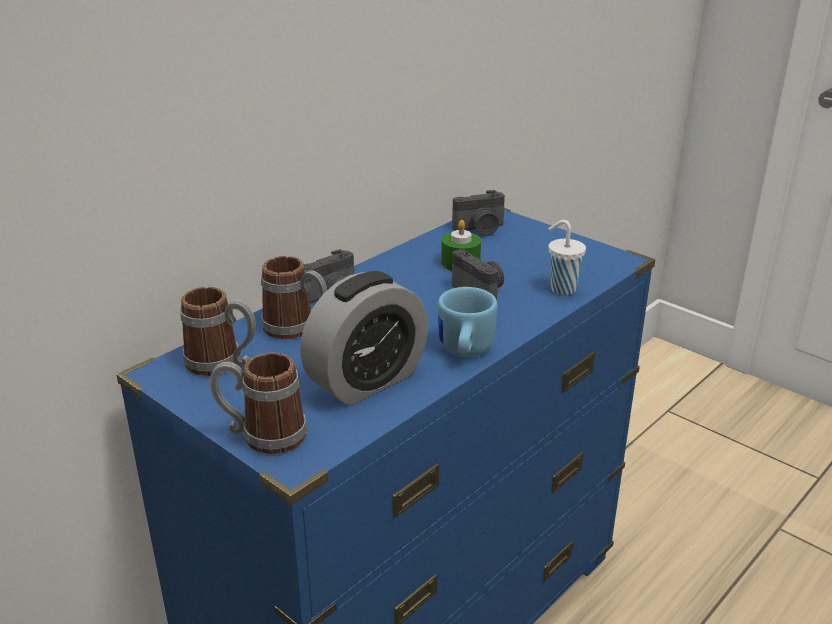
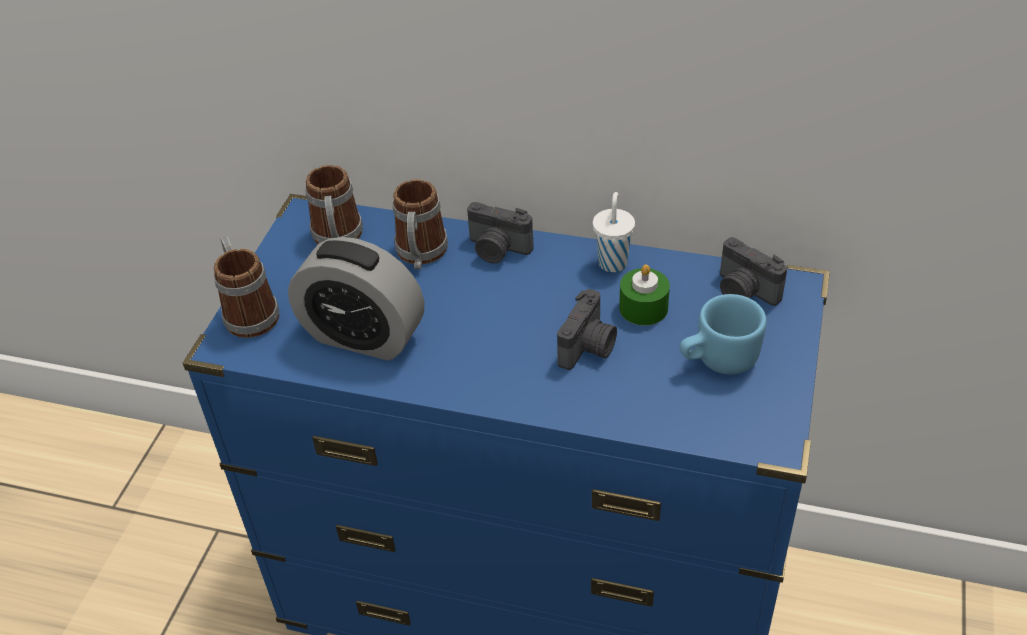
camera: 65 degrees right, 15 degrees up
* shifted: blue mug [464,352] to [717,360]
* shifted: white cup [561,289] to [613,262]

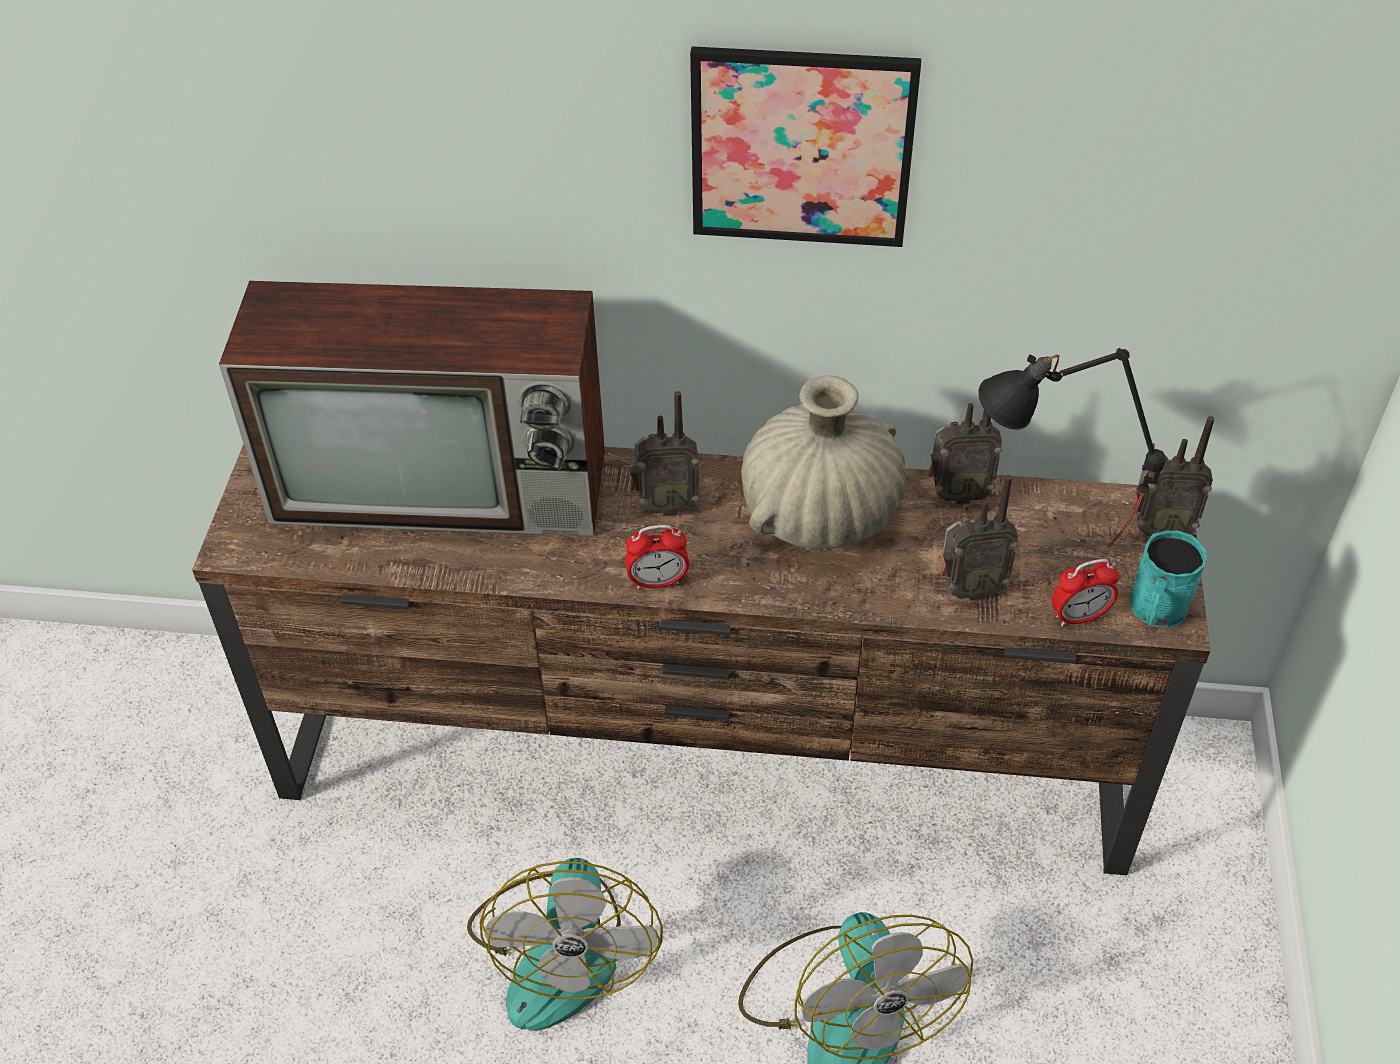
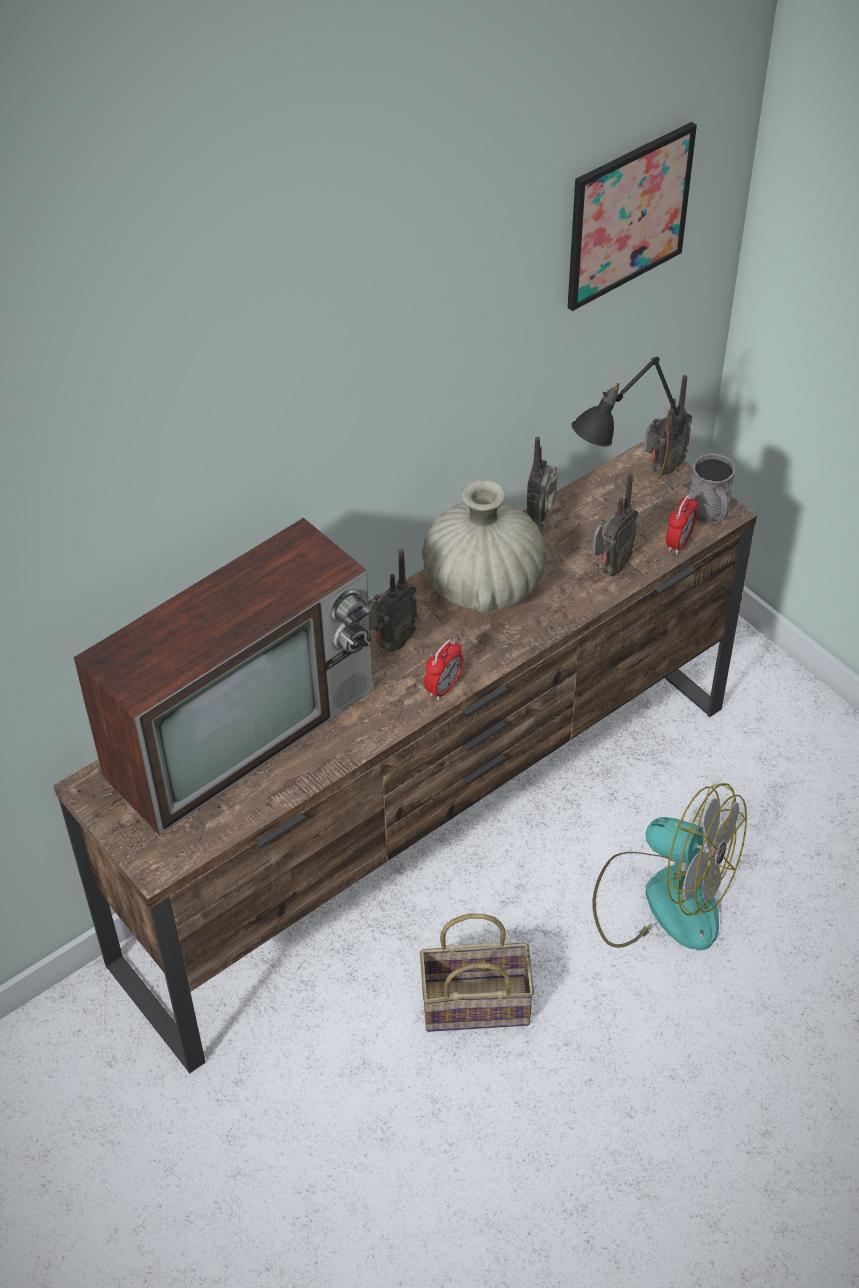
camera: 45 degrees left, 0 degrees up
* swapped: fan [563,950] to basket [478,1002]
* shifted: picture [801,147] to [628,216]
* rotated: radio [957,493] = [541,521] 150 degrees clockwise
* repainted: turquoise mug [1156,611] to grey mug [710,513]

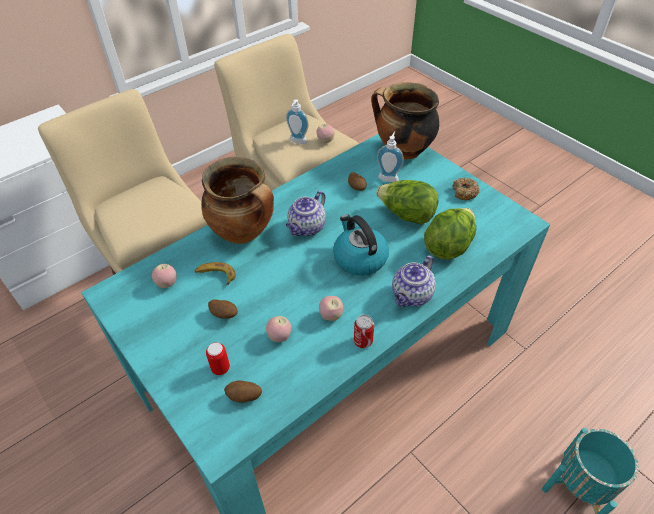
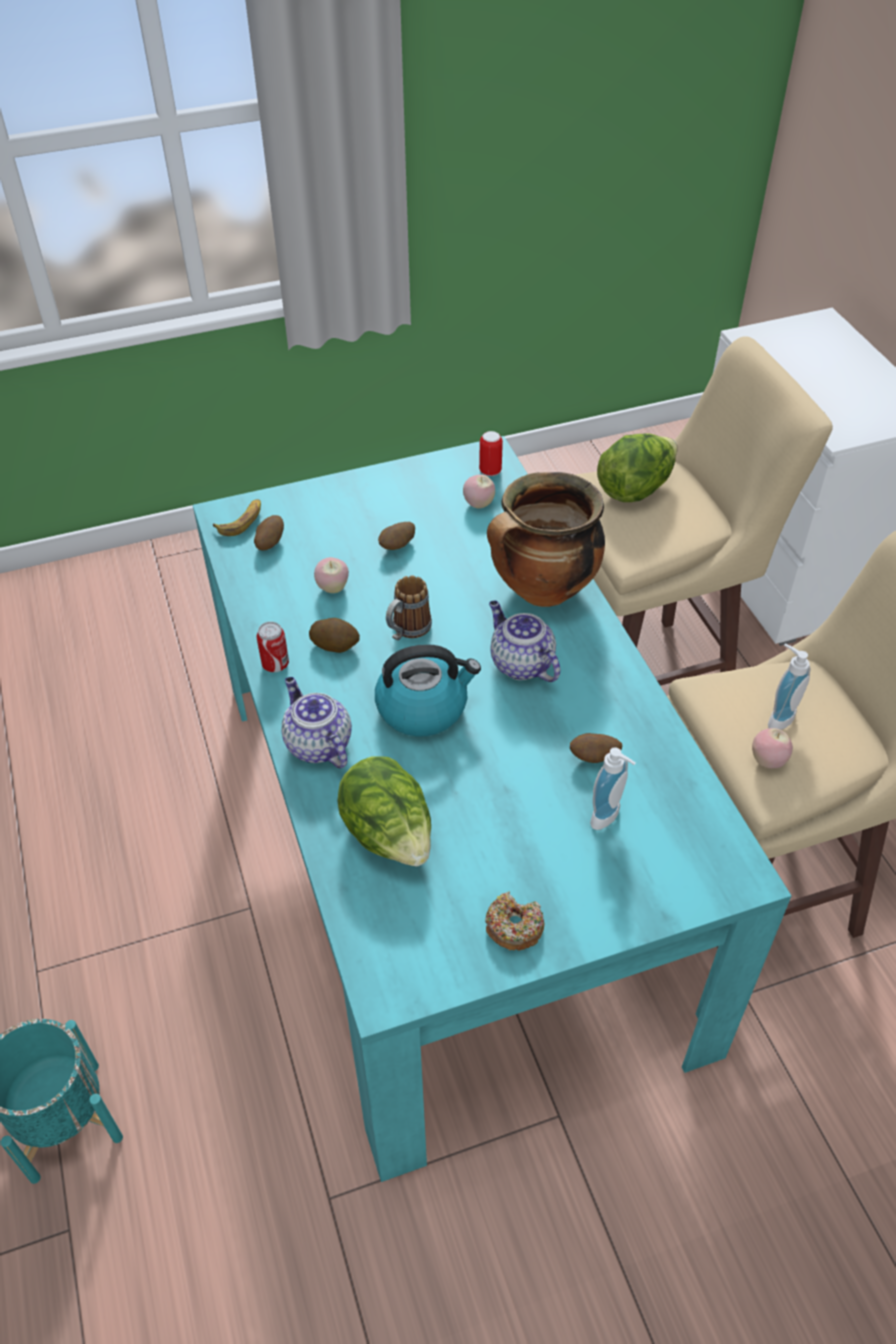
camera: 110 degrees right, 0 degrees up
* shifted: banana [216,275] to [241,521]
* shifted: can [220,368] to [490,471]
* swapped: apple [331,316] to potato [335,645]
* gone: cooking pot [402,151]
* shifted: lettuce [406,215] to [635,488]
* new: mug [407,631]

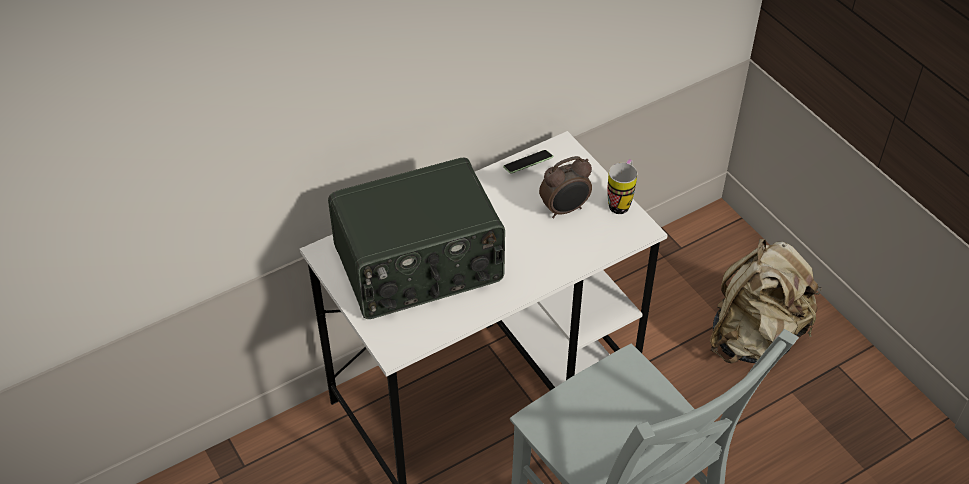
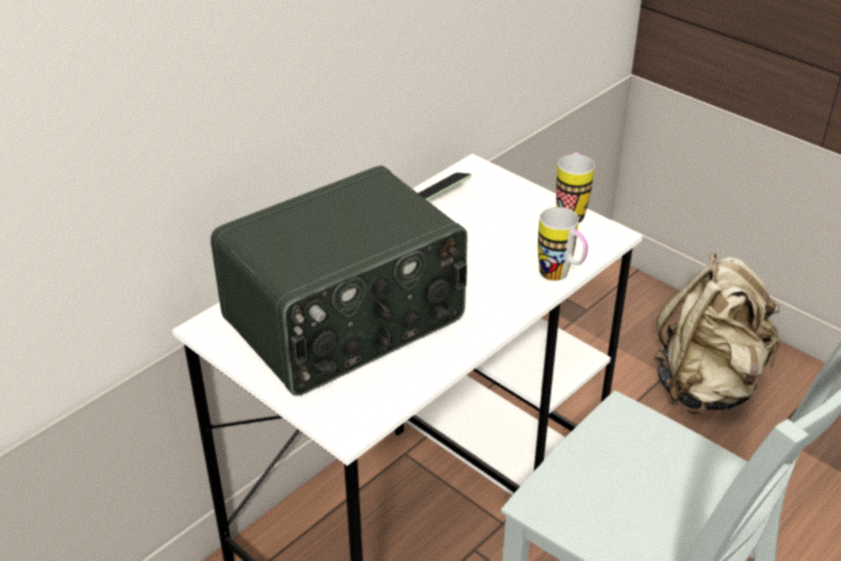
camera: 15 degrees left, 10 degrees down
* gone: alarm clock [565,209]
* new: mug [560,277]

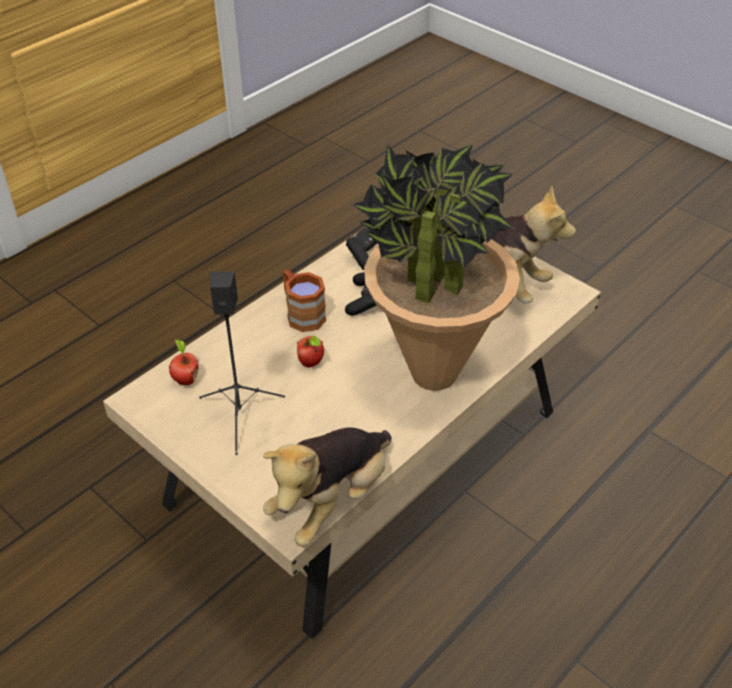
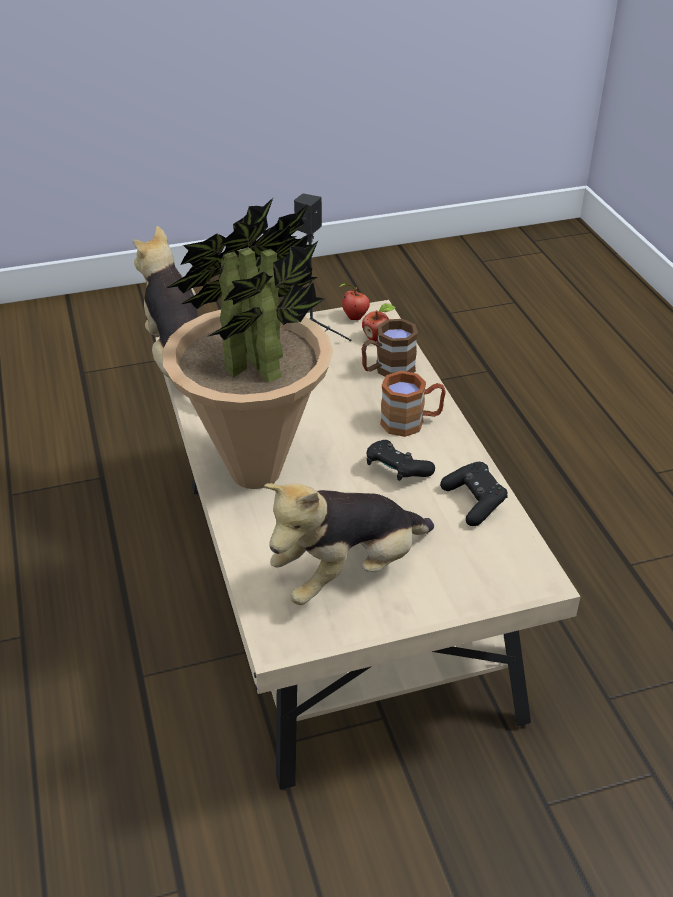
camera: 120 degrees right, 5 degrees down
* shifted: apple [312,363] to [354,318]
* new: brown mug [387,370]

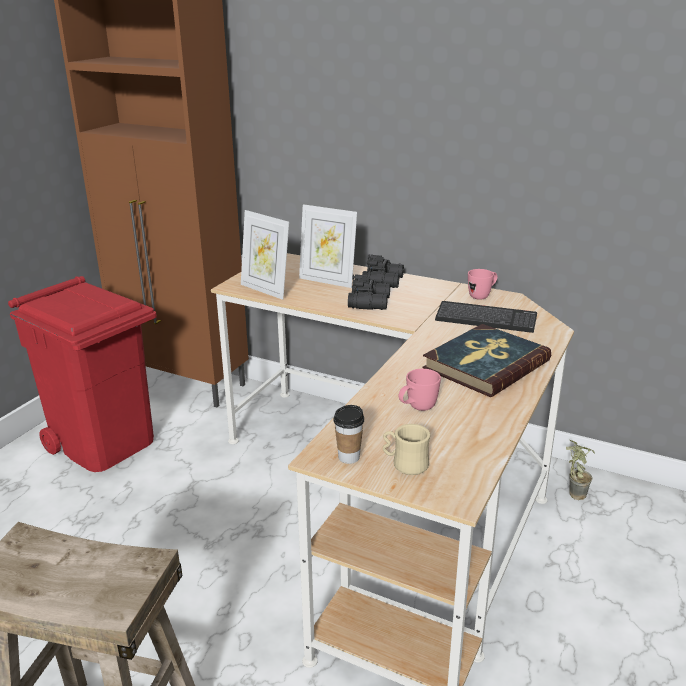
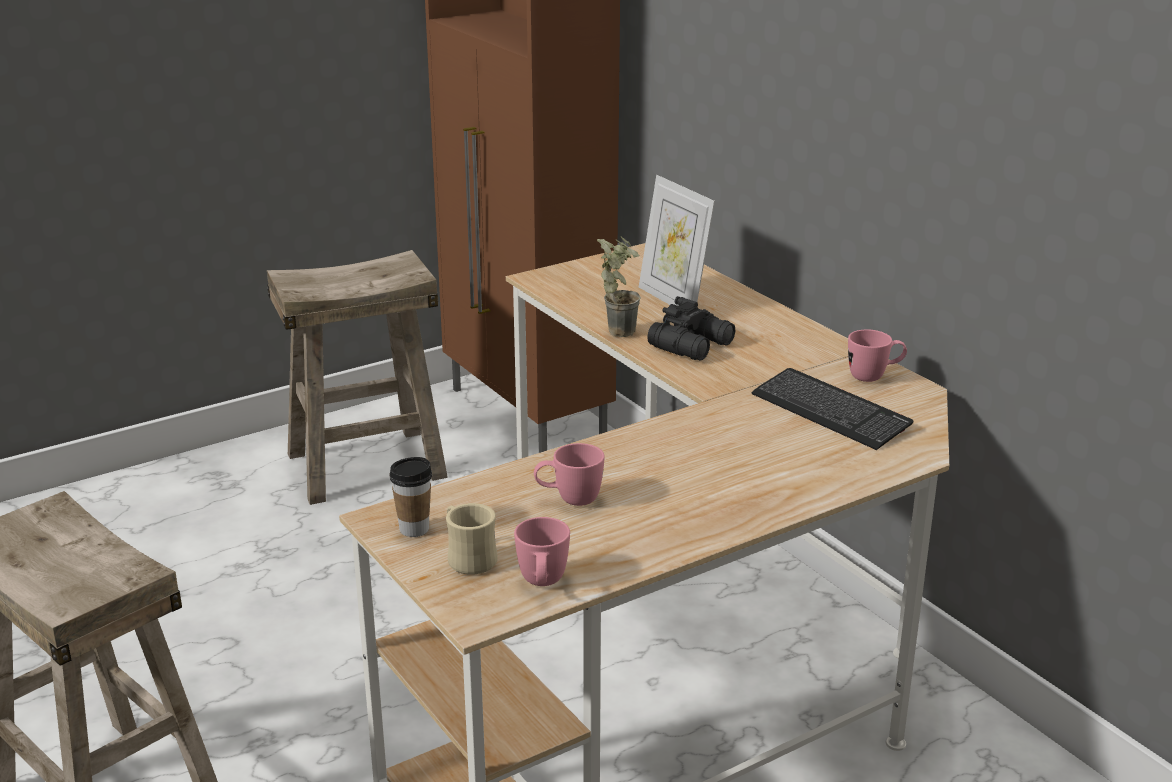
camera: 30 degrees right, 0 degrees up
* swapped: red trash can [105,443] to beige stool [366,464]
* gone: picture frame [266,290]
* gone: black binoculars [384,281]
* gone: book [485,364]
* shifted: potted plant [572,493] to [618,329]
* new: pink mug [542,585]

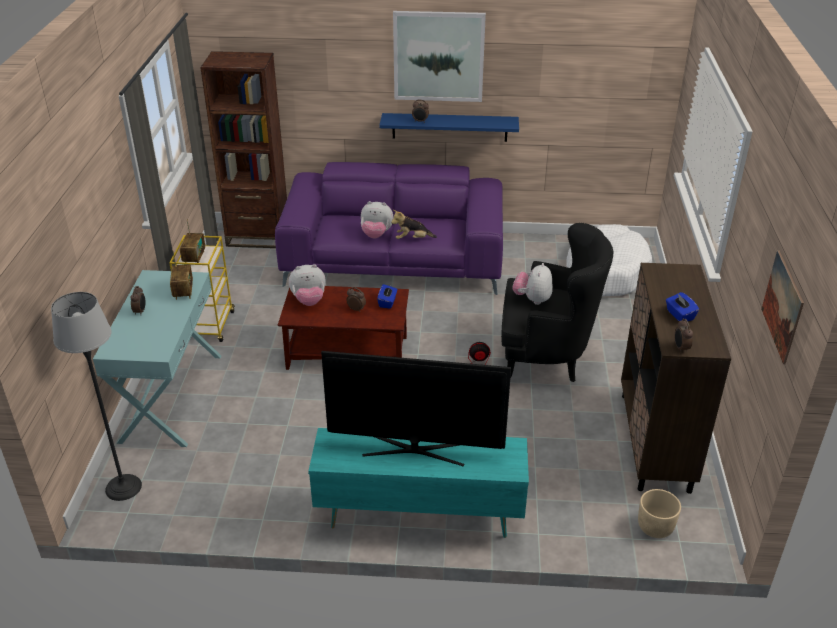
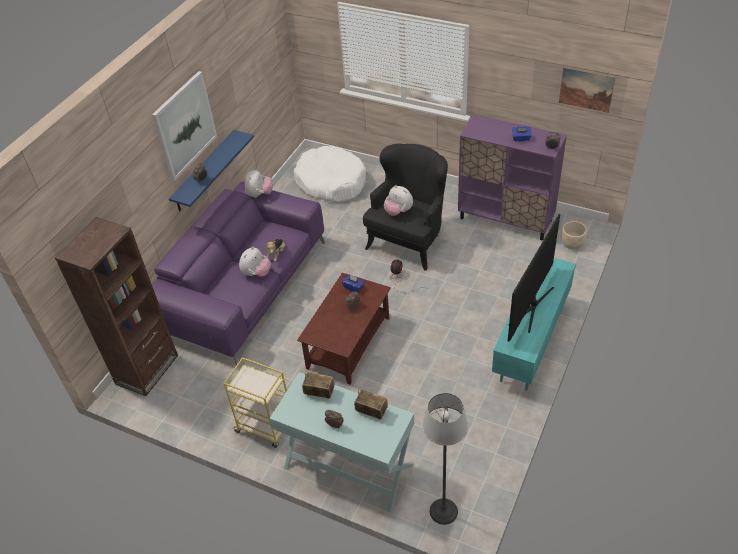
camera: 65 degrees left, 10 degrees up
* shifted: radio [194,257] to [371,411]
* shifted: plush toy [309,301] to [260,194]
* repainted: brown cabinet [655,442] to purple cabinet [506,219]

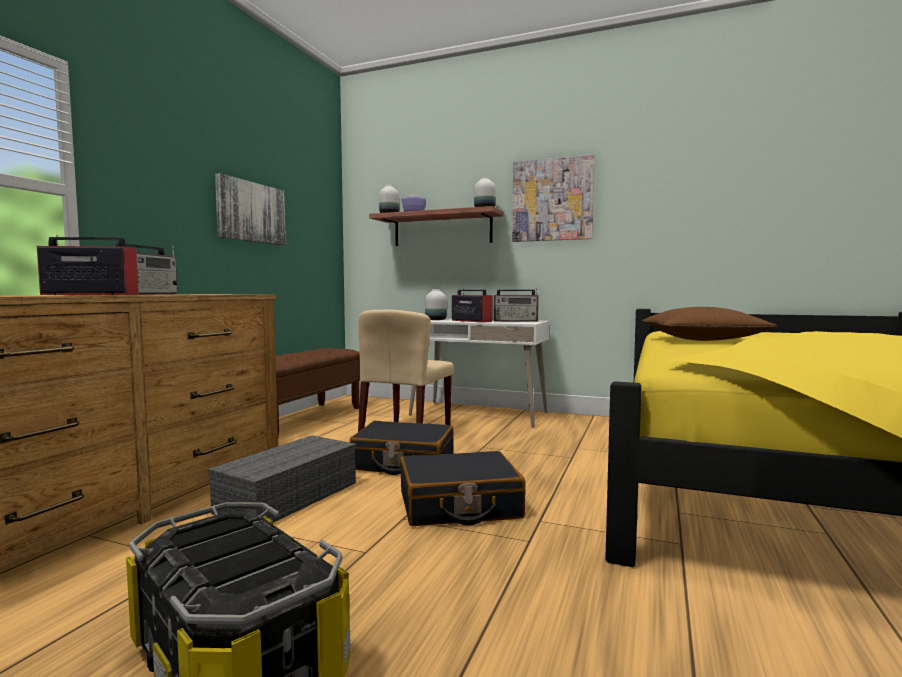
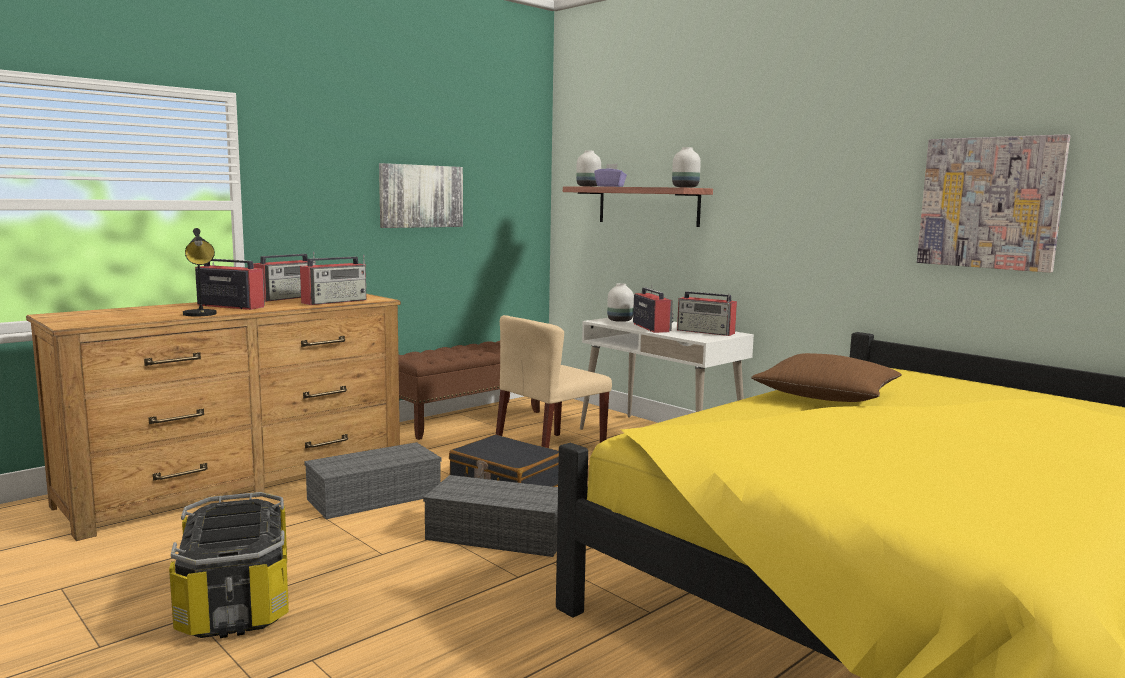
camera: 25 degrees right, 5 degrees up
* swapped: black suitcase [459,506] to grey storage box [501,534]
* shifted: picture [552,200] to [989,203]
* new: black table lamp [201,315]
* new: radio [335,301]

